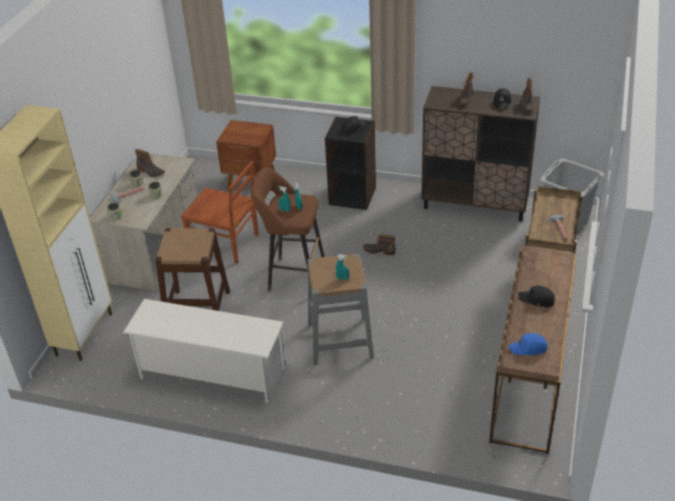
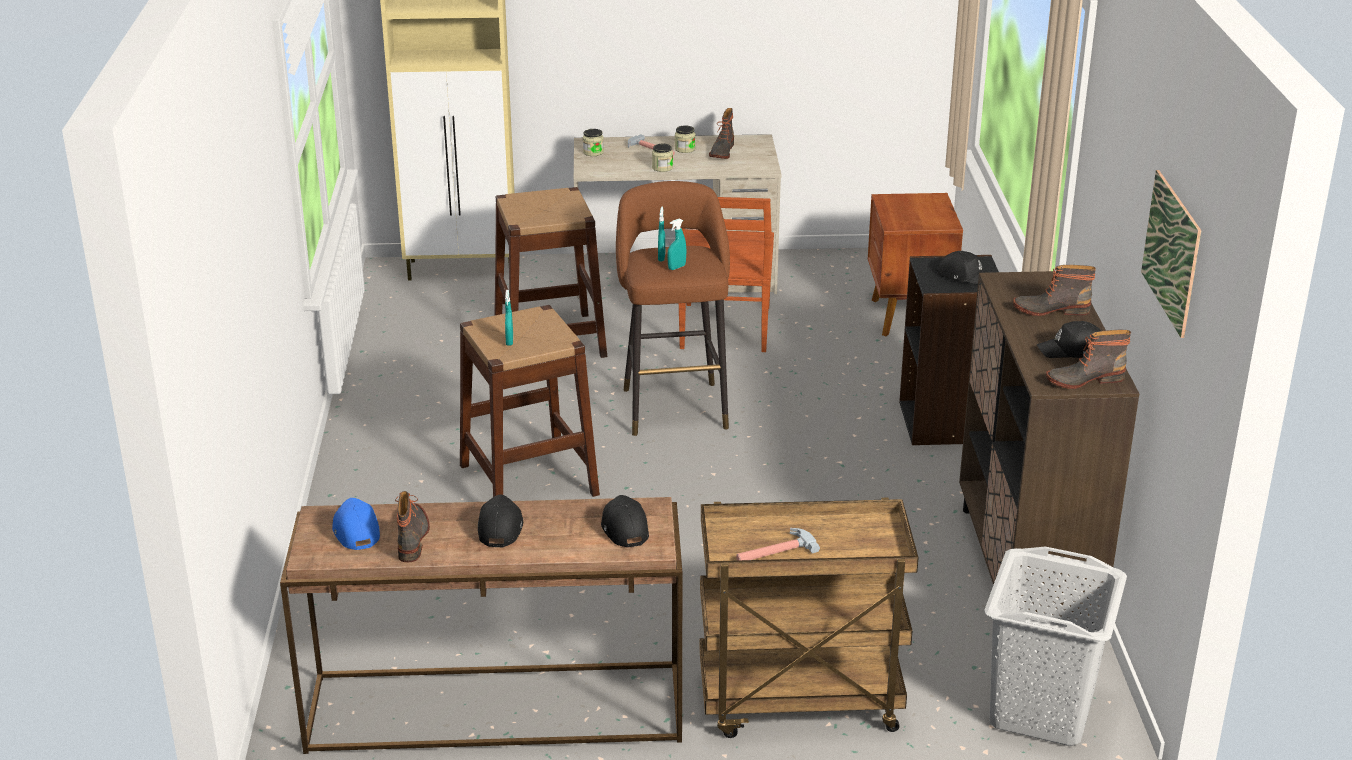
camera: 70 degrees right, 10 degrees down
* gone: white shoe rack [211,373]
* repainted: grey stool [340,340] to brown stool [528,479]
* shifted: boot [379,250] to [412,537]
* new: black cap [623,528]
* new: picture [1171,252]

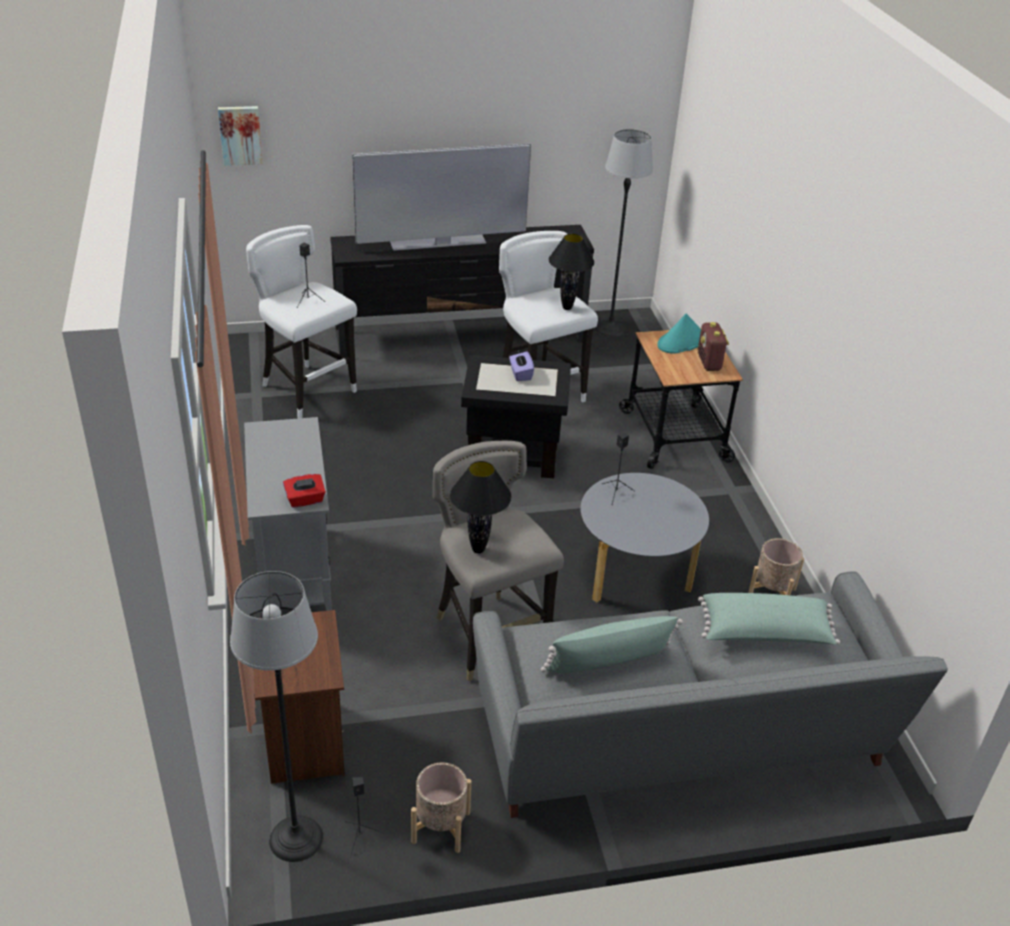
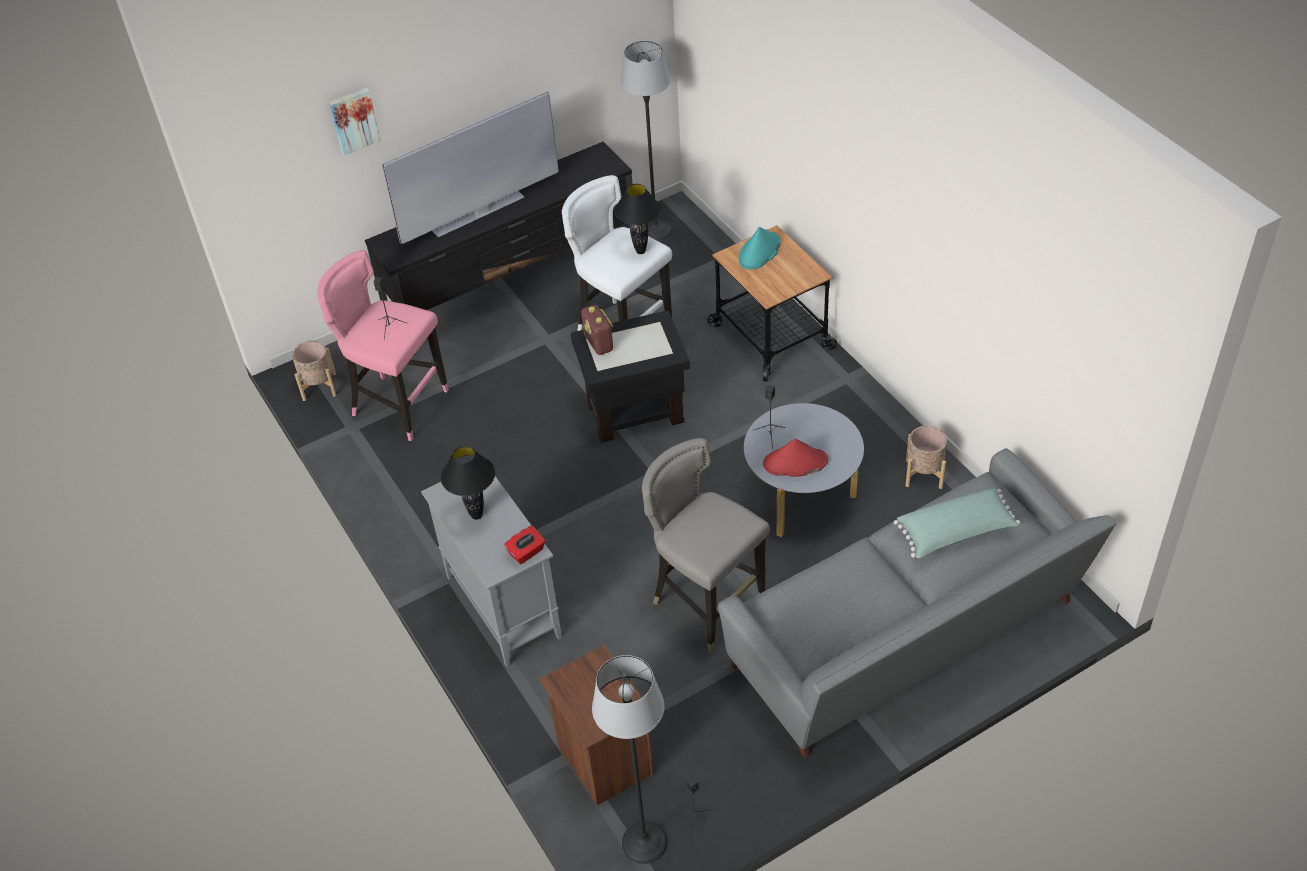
camera: 15 degrees left, 10 degrees up
* shifted: picture [240,135] to [354,120]
* repainted: white stool [307,390] to pink stool [398,405]
* shifted: beige planter [441,827] to [319,386]
* shifted: black table lamp [477,549] to [476,515]
* gone: purple tissue box [520,374]
* gone: green pillow [607,662]
* shifted: radio [709,362] to [599,343]
* new: red hat [795,462]

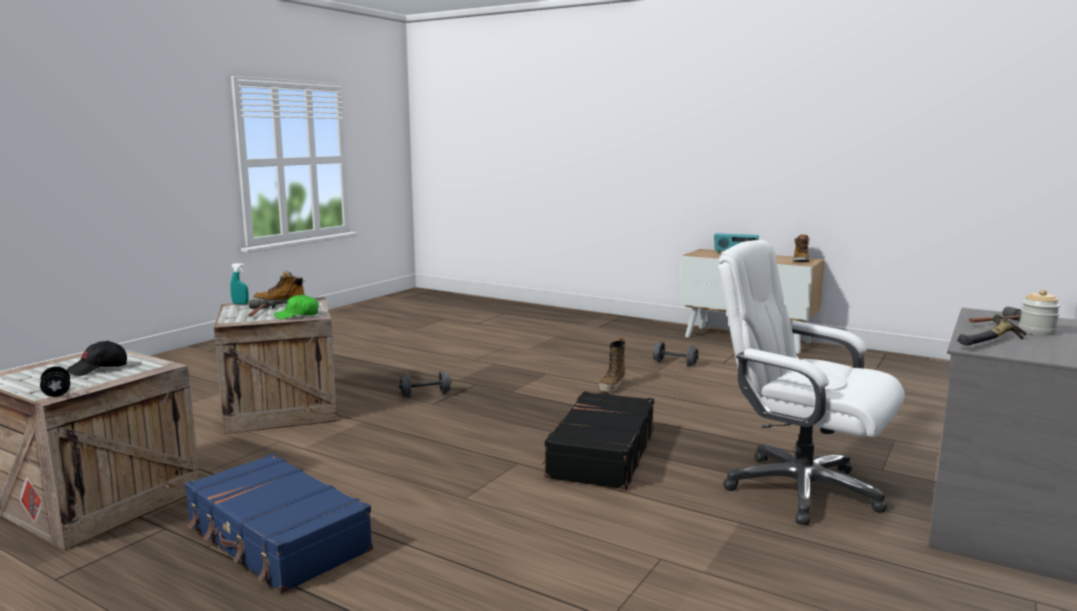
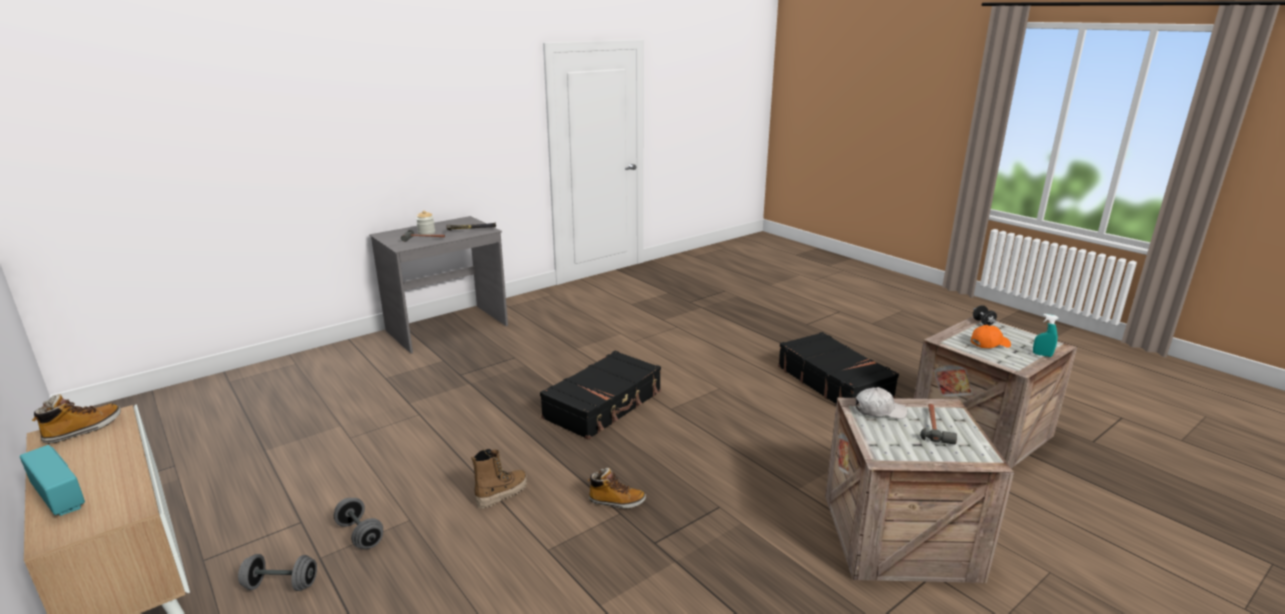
camera: 160 degrees left, 10 degrees up
* repainted: black cap [98,369] to orange cap [989,344]
* repainted: blue suitcase [277,539] to black suitcase [834,382]
* shifted: turquoise spray bottle [240,303] to [1042,355]
* shifted: boot [280,303] to [616,502]
* repainted: green cap [297,315] to white cap [879,411]
* shifted: grey dumbbell [425,395] to [281,585]
* gone: white office chair [799,489]

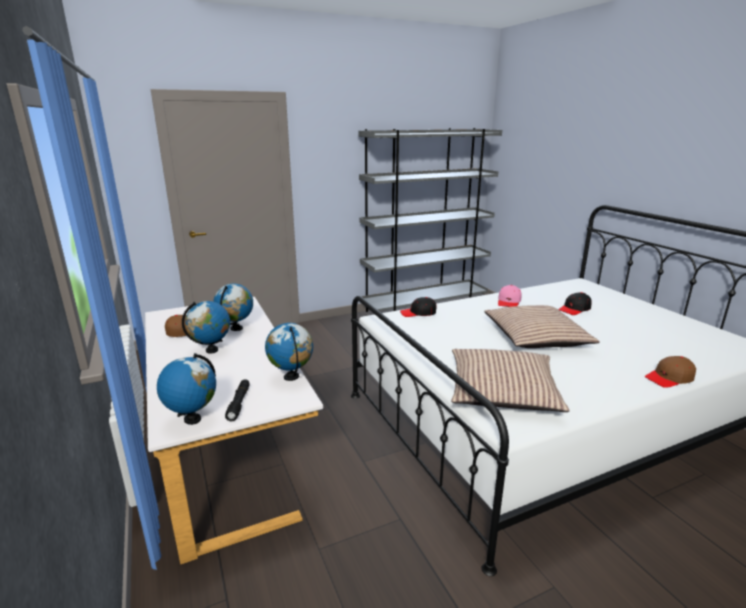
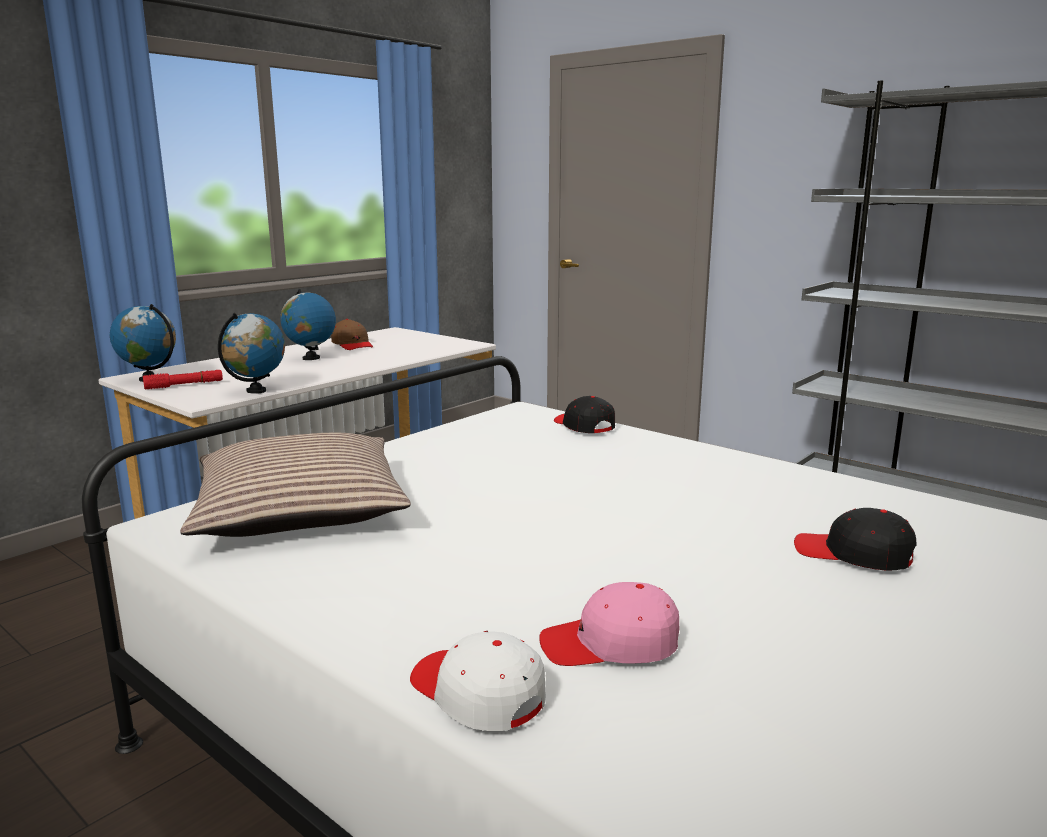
camera: 65 degrees right, 5 degrees down
* gone: globe [236,328]
* repainted: black flashlight [239,403] to red flashlight [184,385]
* gone: pillow [536,337]
* shifted: pink cap [509,302] to [610,644]
* repainted: brown cap [669,378] to white cap [477,693]

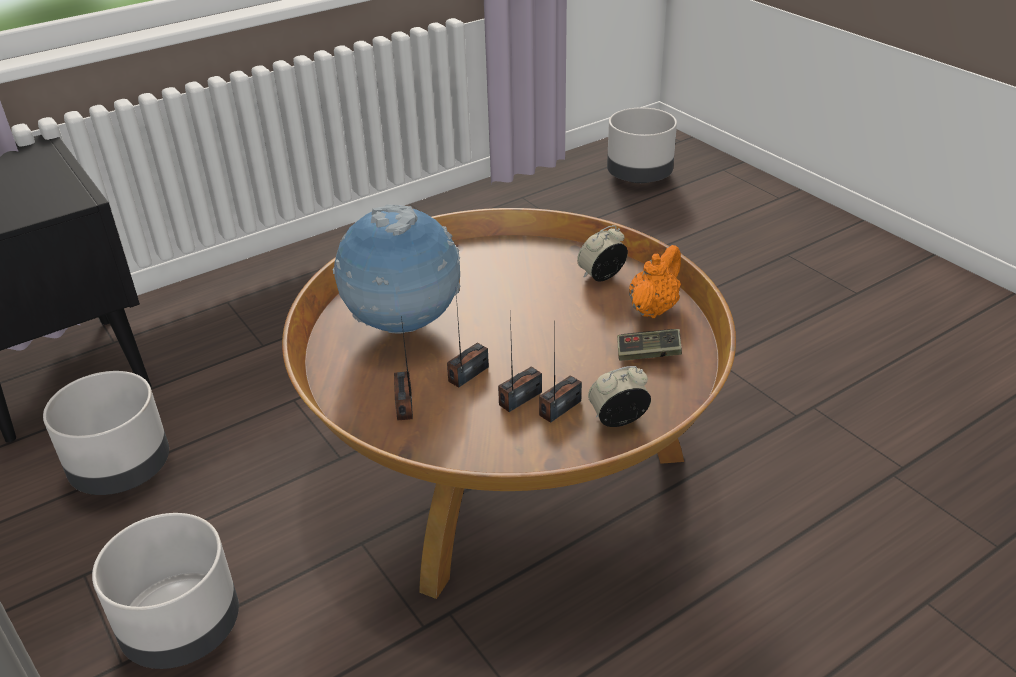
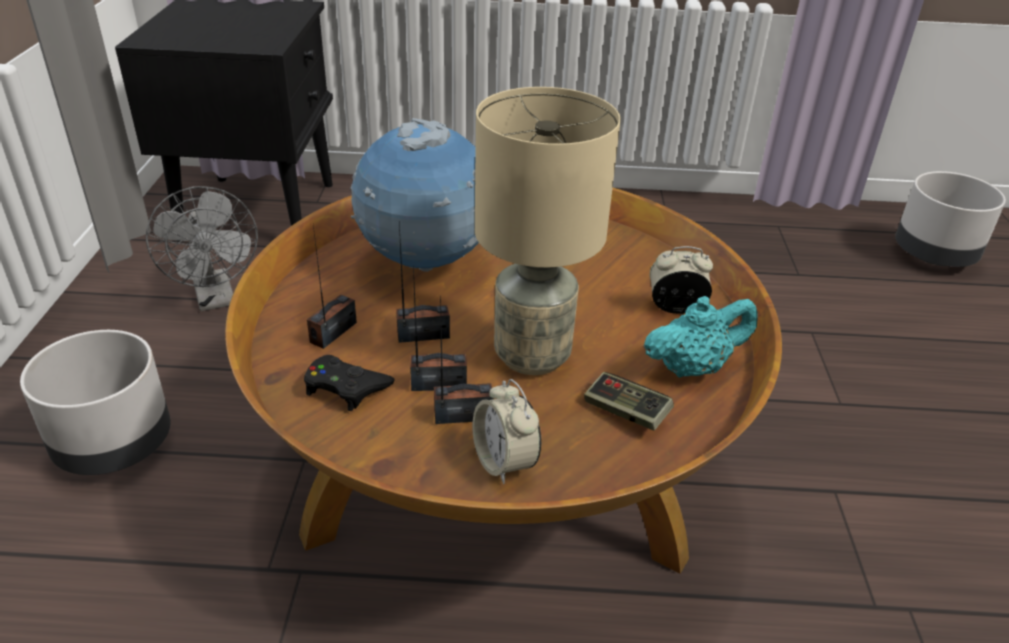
camera: 35 degrees right, 0 degrees up
* swapped: grey planter [122,470] to grey fan [216,299]
* rotated: alarm clock [618,420] = [504,462] 135 degrees counterclockwise
* repainted: orange teapot [653,308] to turquoise teapot [693,367]
* new: black game controller [345,387]
* new: beige table lamp [530,355]

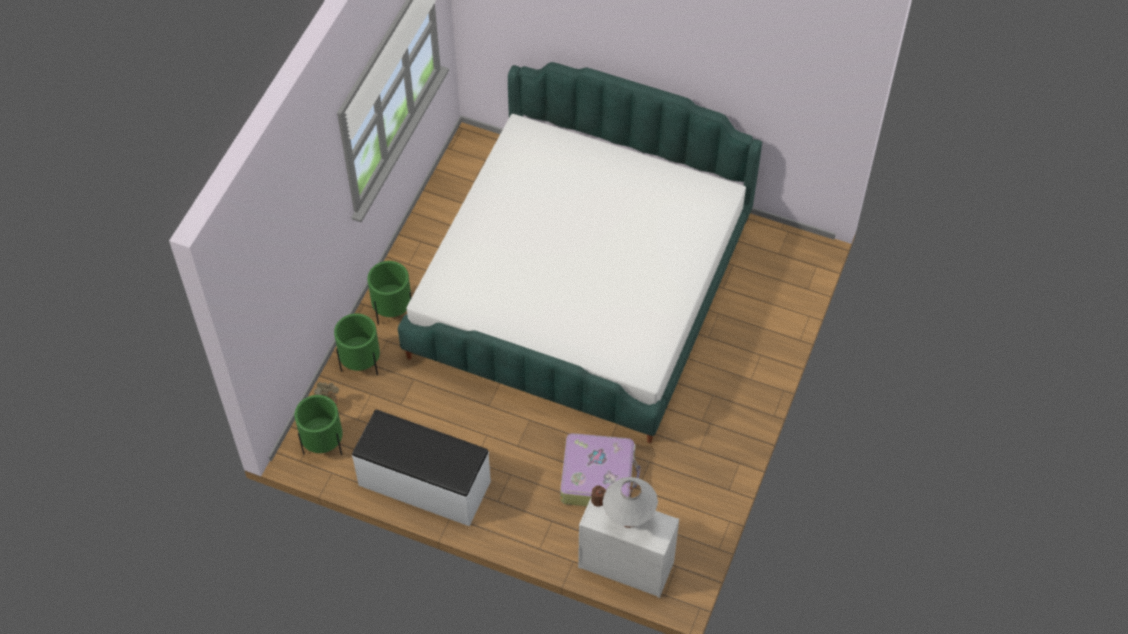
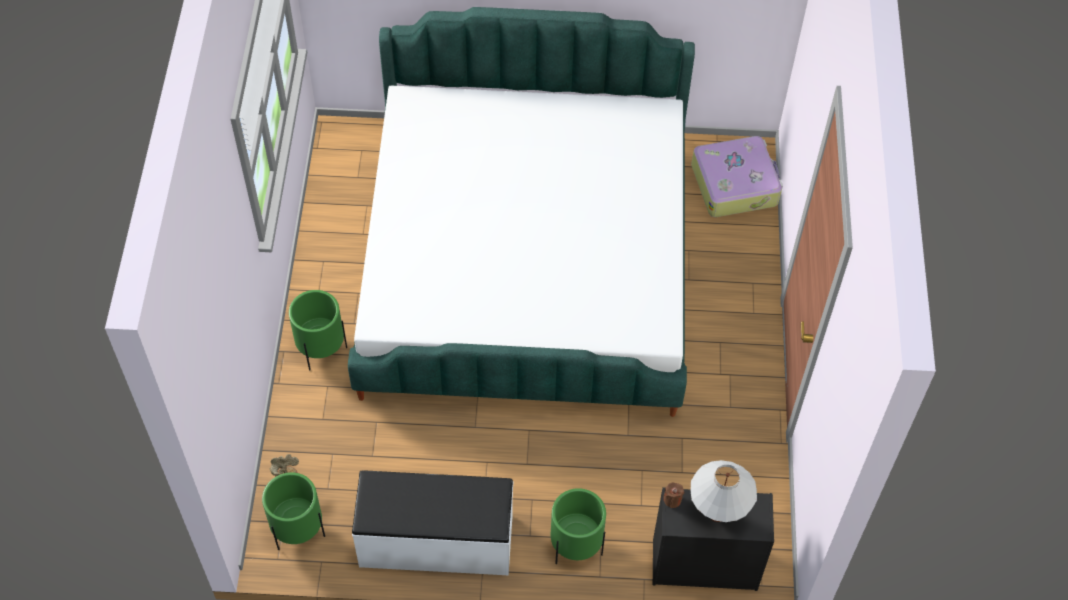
camera: 20 degrees left, 0 degrees up
* shifted: green planter [361,364] to [575,547]
* shifted: suitcase [598,477] to [735,184]
* repainted: white dresser [624,564] to black dresser [703,564]

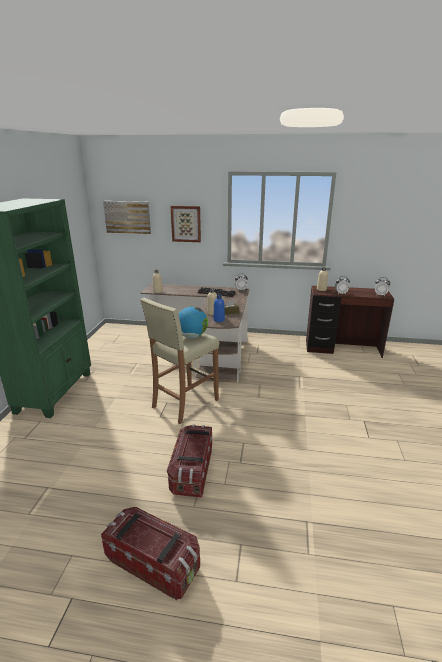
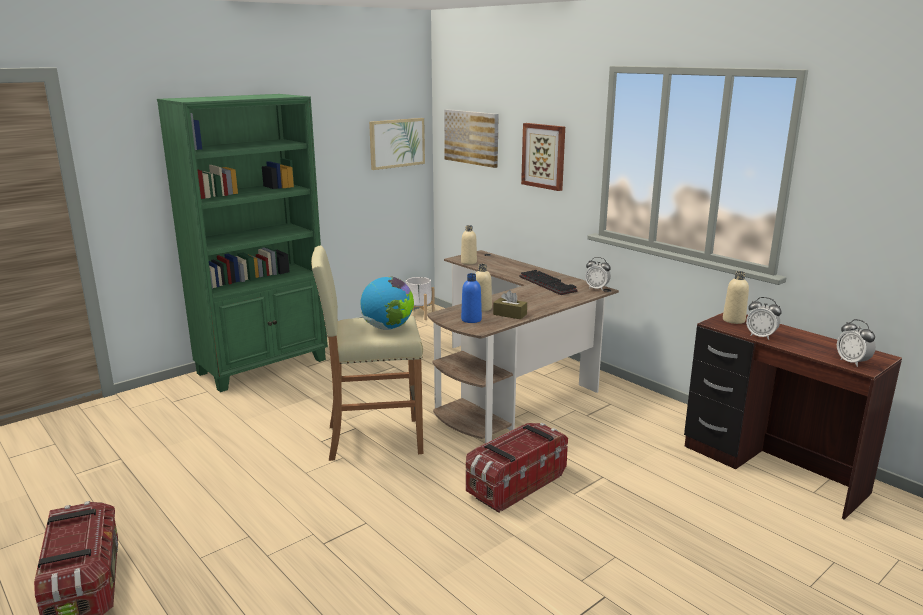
camera: 40 degrees right, 5 degrees down
* shifted: storage box [192,471] to [515,484]
* new: picture [397,143]
* new: white planter [418,314]

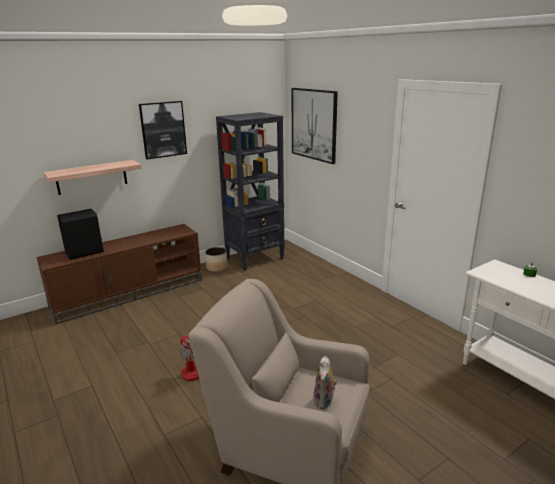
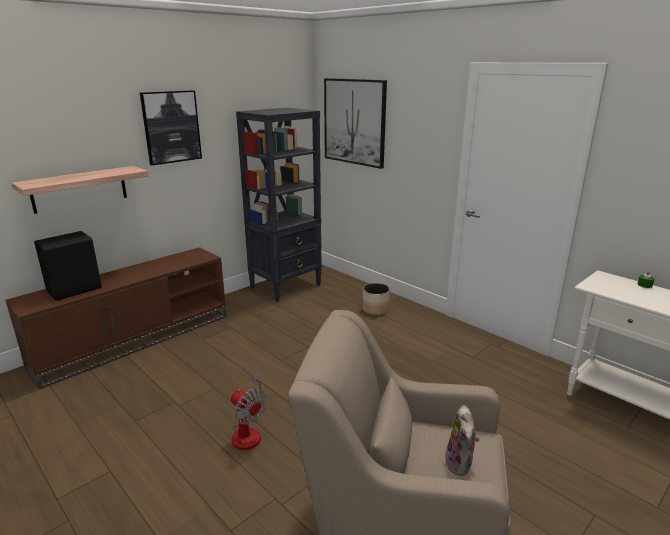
camera: 10 degrees left, 0 degrees up
* shifted: planter [217,268] to [376,309]

